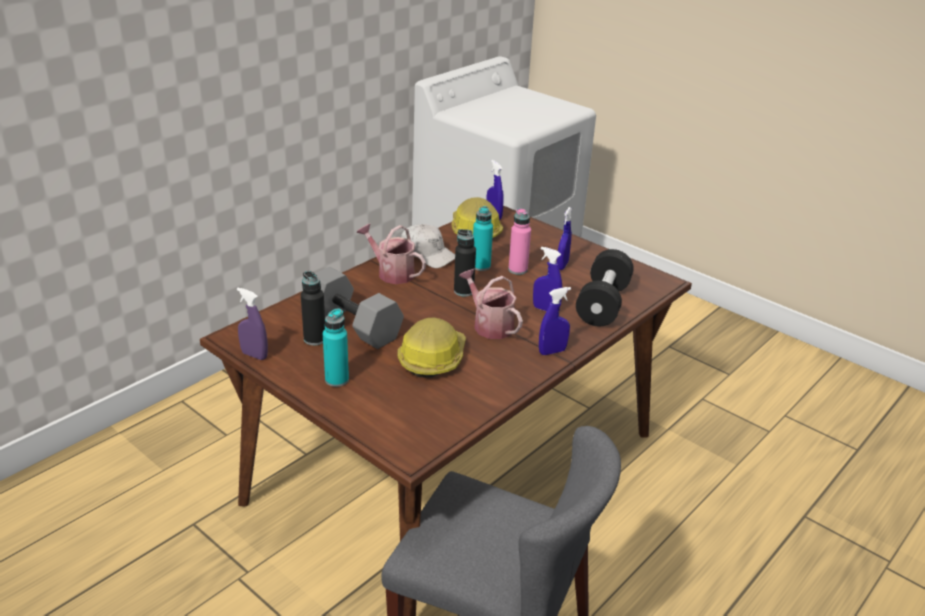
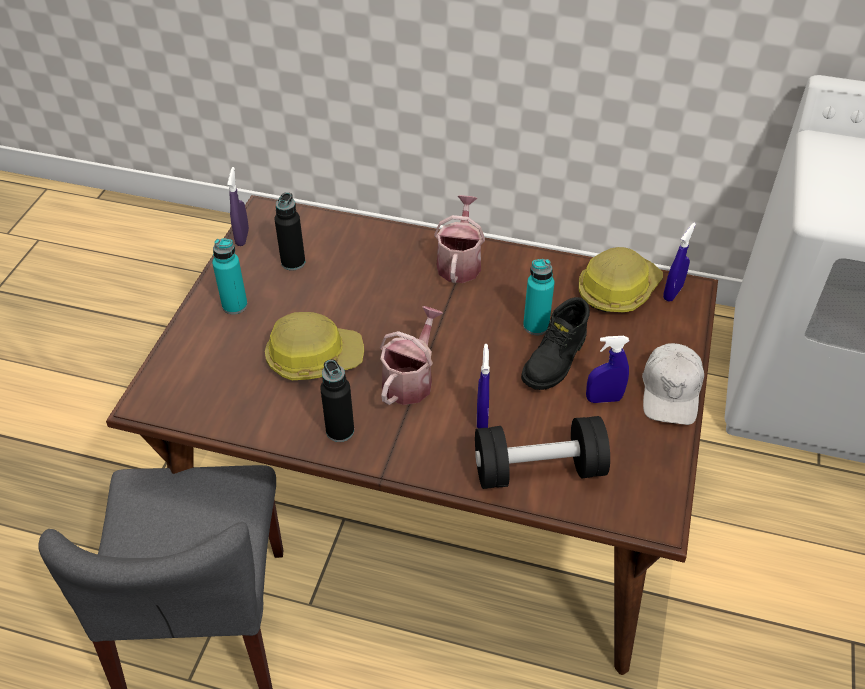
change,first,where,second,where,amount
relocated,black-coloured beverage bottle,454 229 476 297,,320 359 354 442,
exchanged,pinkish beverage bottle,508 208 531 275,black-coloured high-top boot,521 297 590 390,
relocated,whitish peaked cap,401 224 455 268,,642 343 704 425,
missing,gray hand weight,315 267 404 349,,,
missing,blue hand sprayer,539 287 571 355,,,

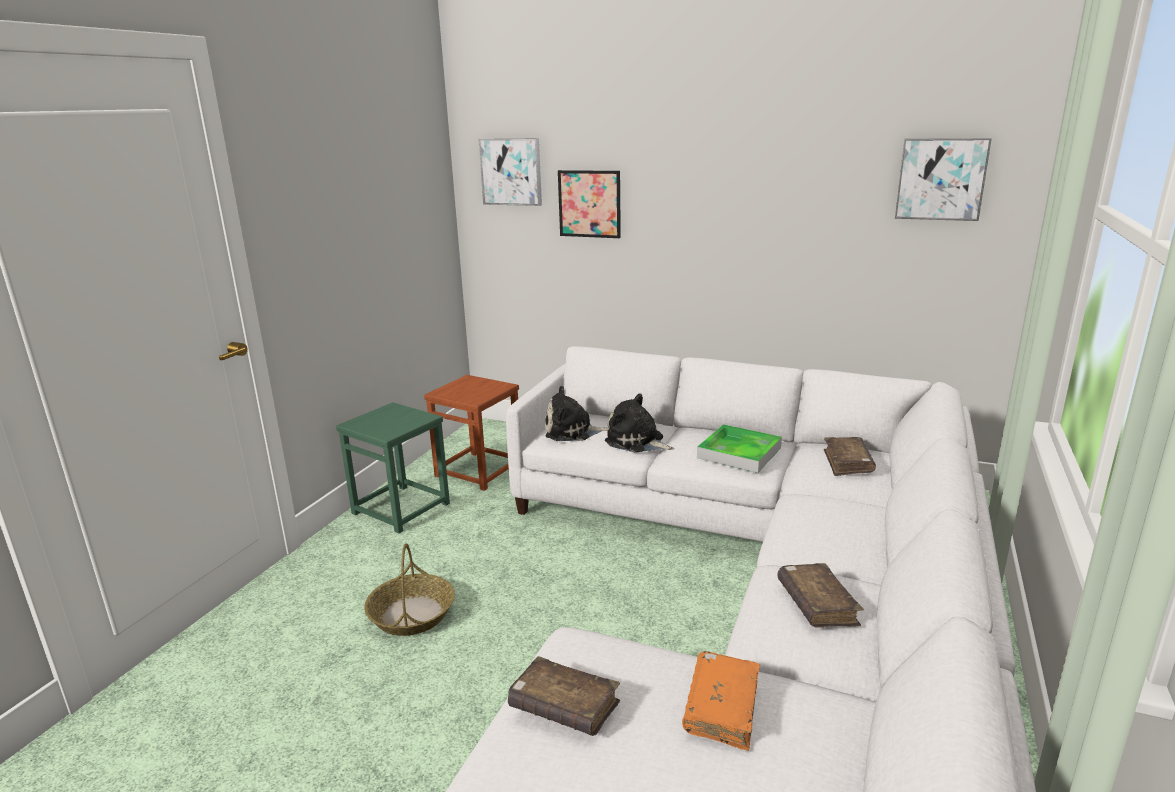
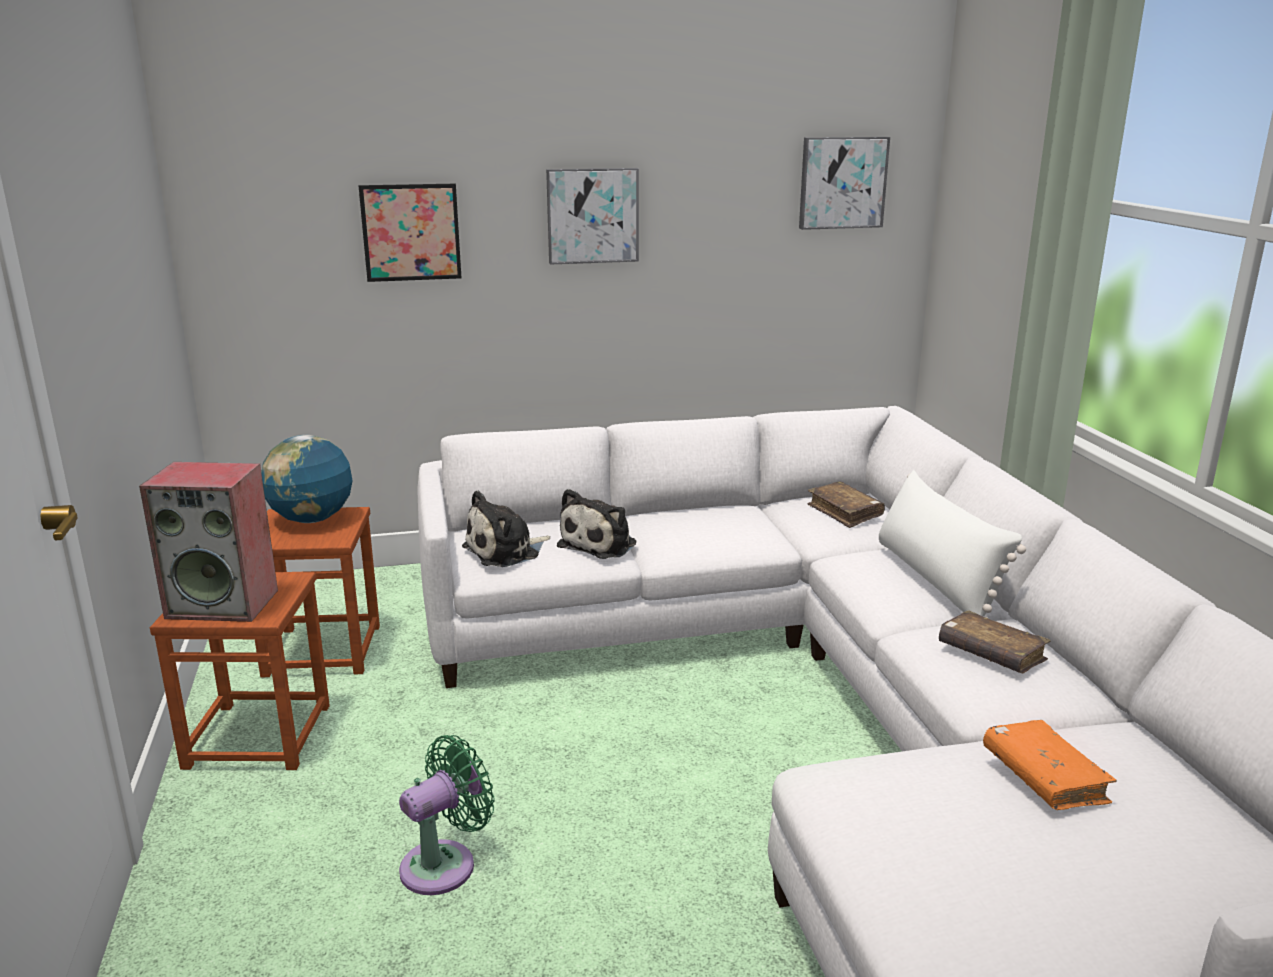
change,first,where,second,where,amount
appeared,,,speaker,139 462 278 622,
colour,green stool,336 402 450 533,brown stool,150 572 330 770,
appeared,,,globe,261 435 353 523,
exchanged,storage basket,364 543 455 636,green electric fan,399 735 495 895,
relocated,wall art,478 139 542 206,,546 168 639 265,
spun,plush toy,605 393 674 453,,557 489 636 559,60 degrees counterclockwise
appeared,,,whitish cushion,879 470 1026 618,
missing,brown bound book,508 656 620 736,,,
missing,serving tray,697 424 782 473,,,

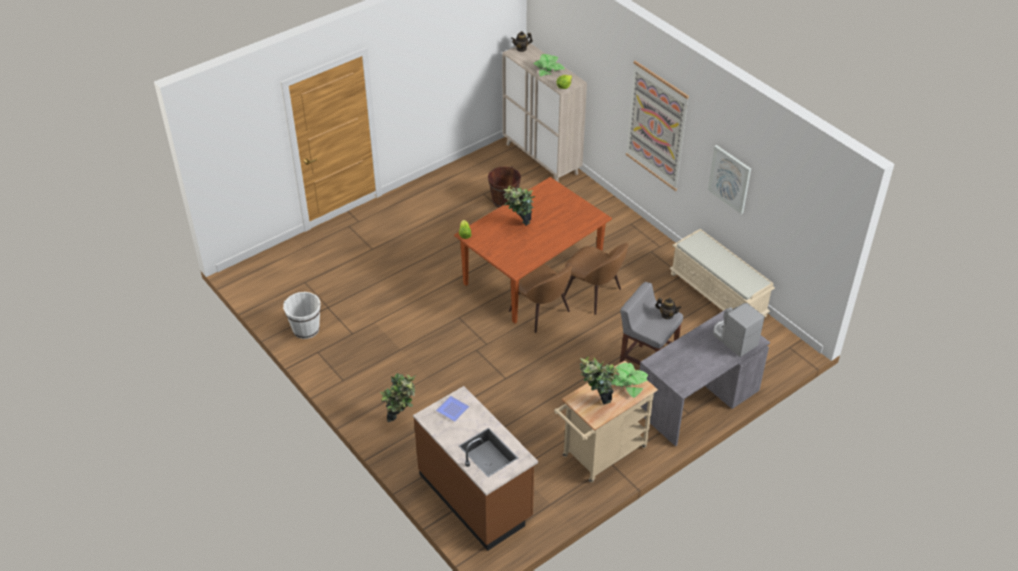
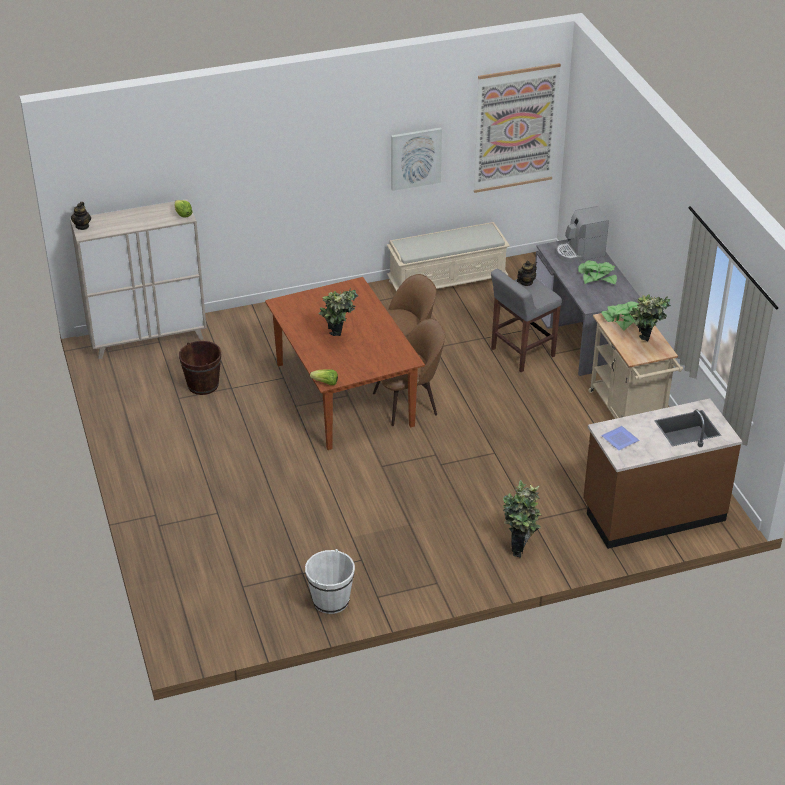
change,first,where,second,where,amount
relocated,wall art,626 61 689 191,,474 63 561 193,
relocated,houseplant,533 54 565 77,,578 260 617 284,

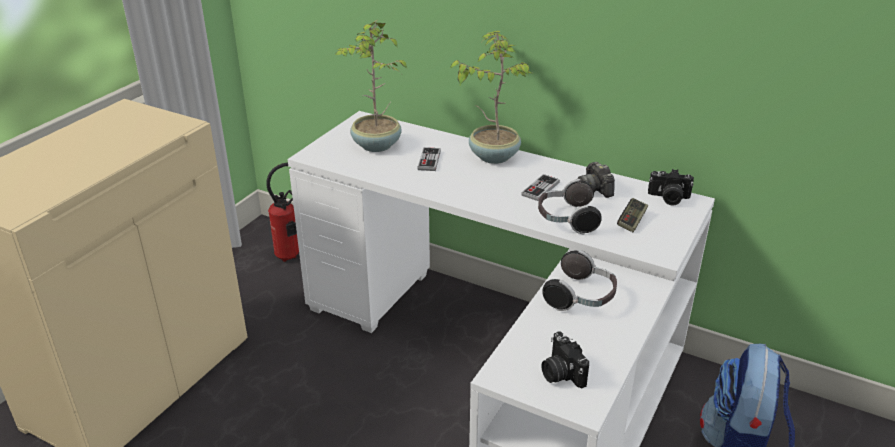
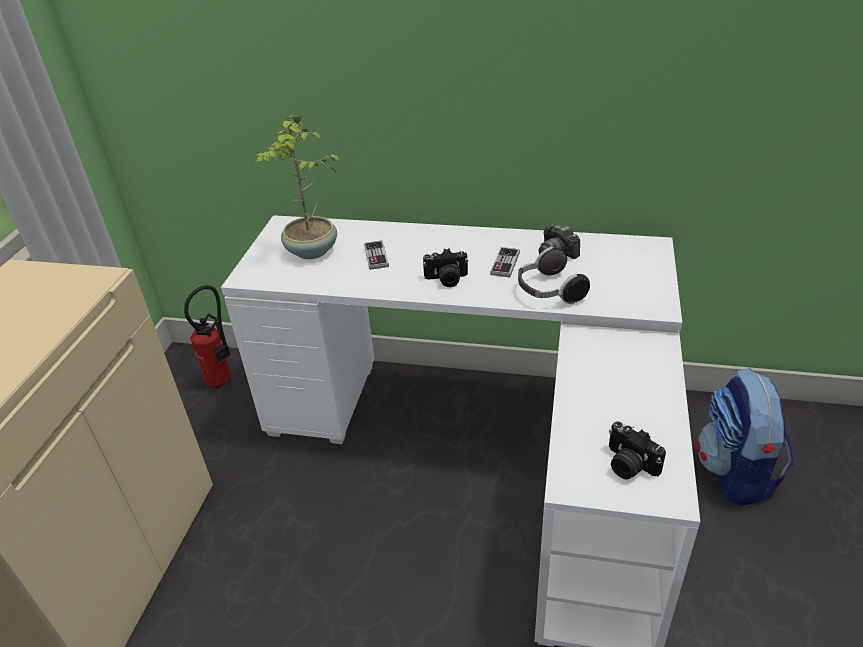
change,first,where,second,where,amount
relocated,photo camera,648 169 694 206,,423 248 468 287,
missing,houseplant,450 31 532 164,,,
missing,pair of headphones,542 250 617 311,,,
missing,joypad,617 198 648 232,,,

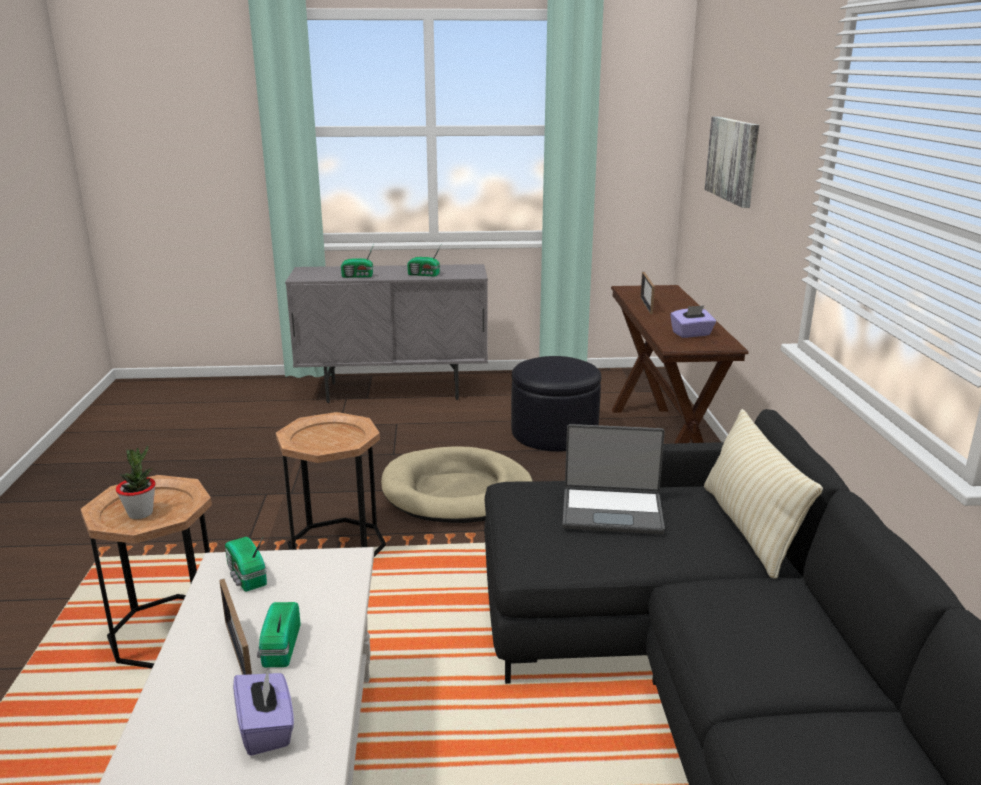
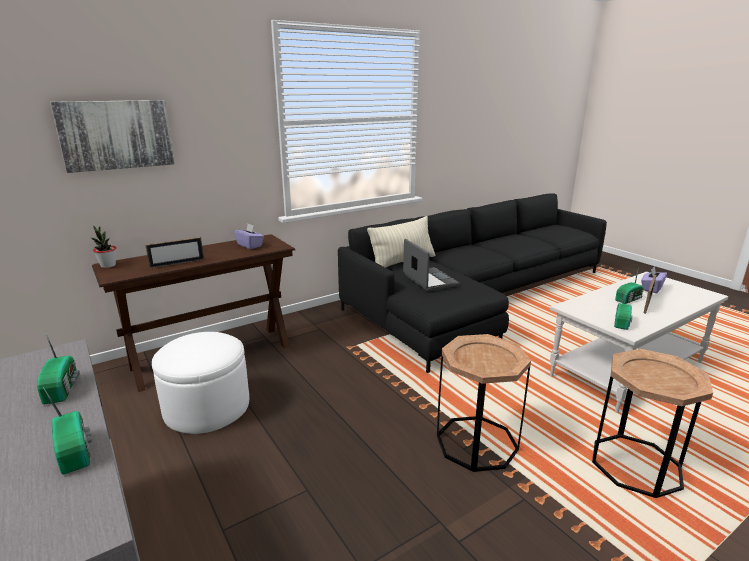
change,first,where,second,where,amount
relocated,houseplant,116 446 156 519,,91 226 117 268,
colour,black-coloured ottoman,511 356 601 451,whitish ottoman,152 332 249 434,
missing,sand-coloured dog bed,381 446 533 523,,,

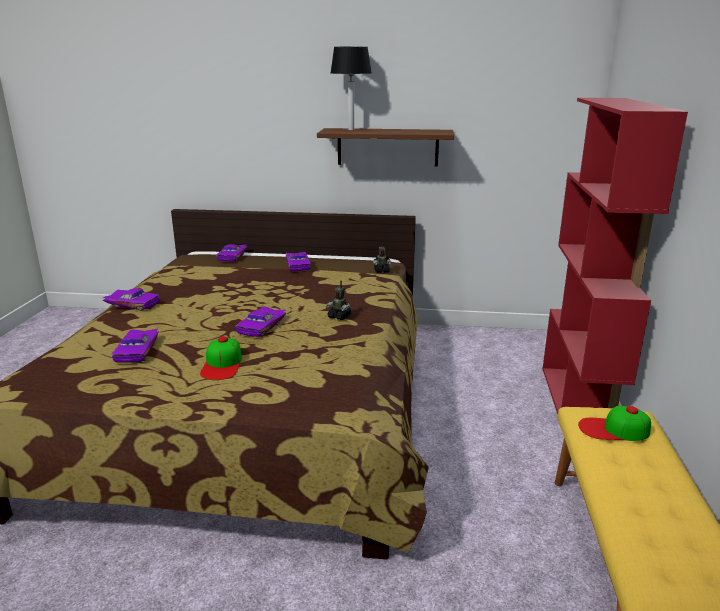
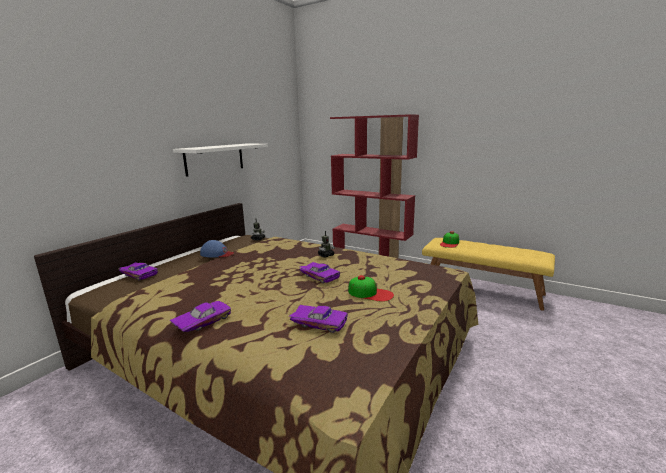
change,first,where,second,where,amount
colour,brown bracket shelf,317 128 454 167,whitish bracket shelf,173 144 268 177,
exchanged,purplish model car,286 252 311 271,blue peaked cap,200 240 234 258,
missing,tabletop lamp,331 47 371 130,,,

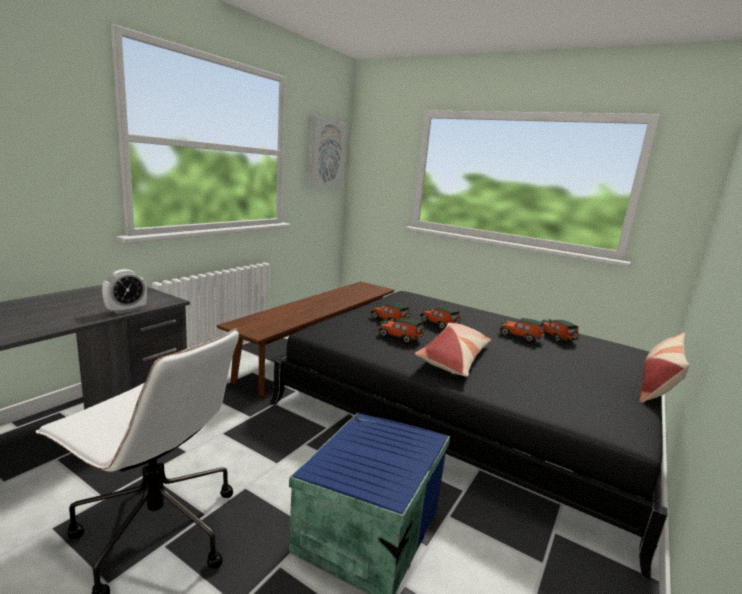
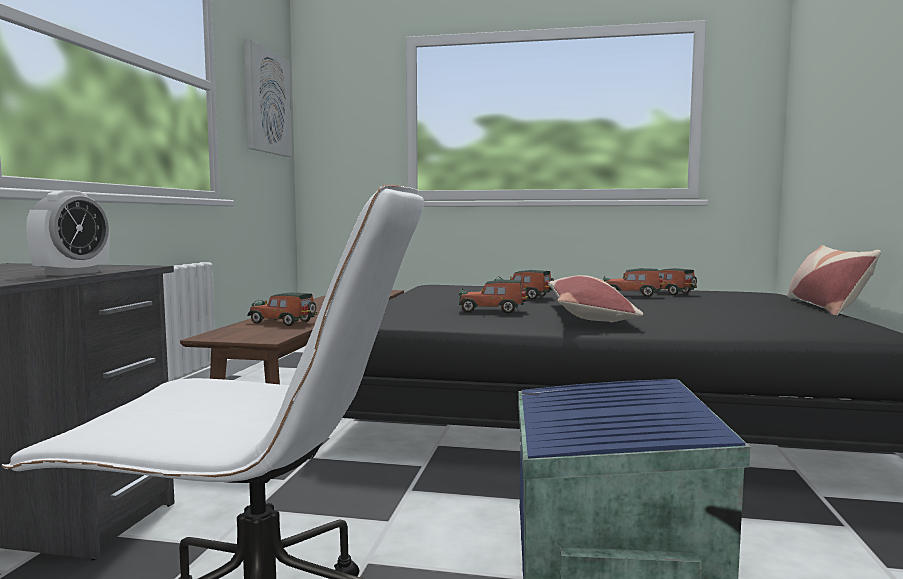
change,first,where,second,where,amount
relocated,model car,371 303 410 322,,247 292 317 326,

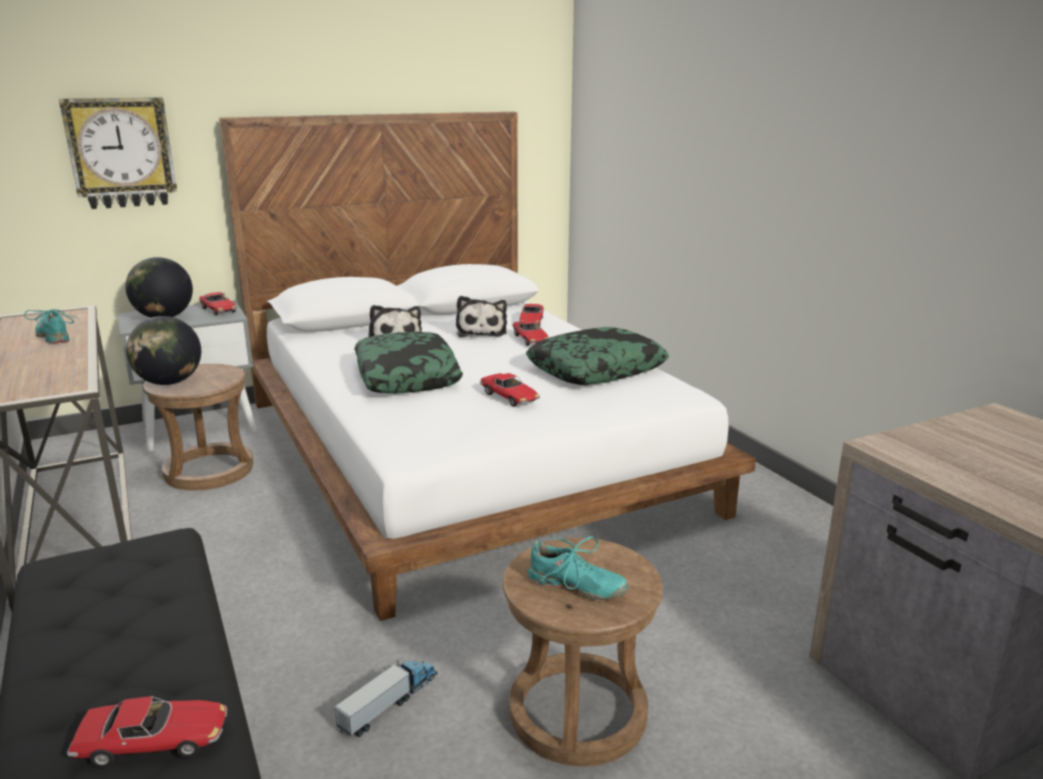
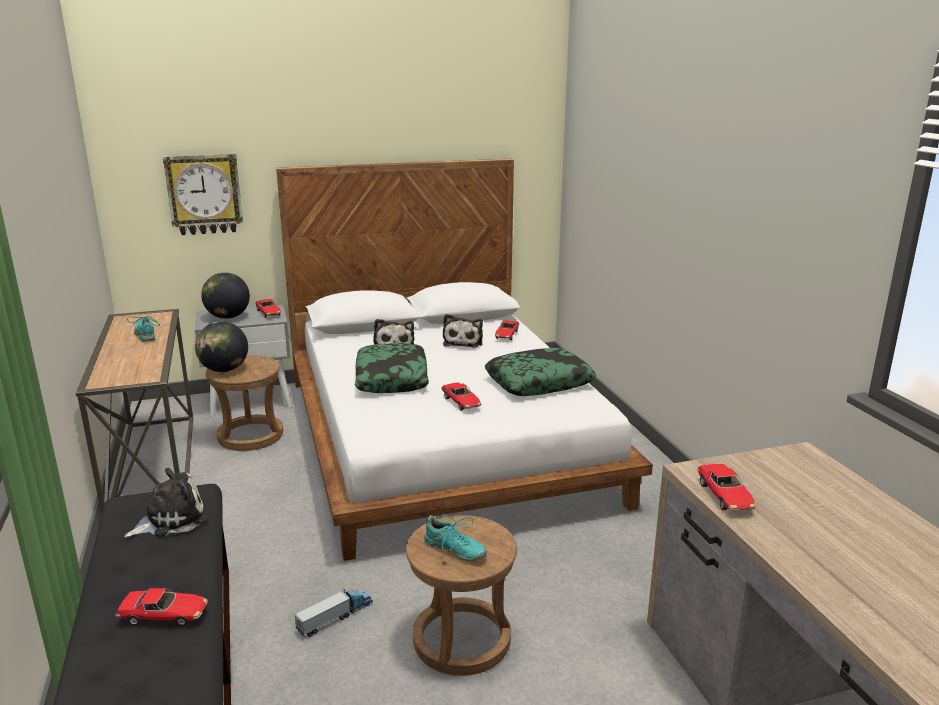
change,first,where,second,where,amount
appeared,,,plush toy,124 468 207 538,
relocated,model car,512 320 548 346,,697 464 756 511,

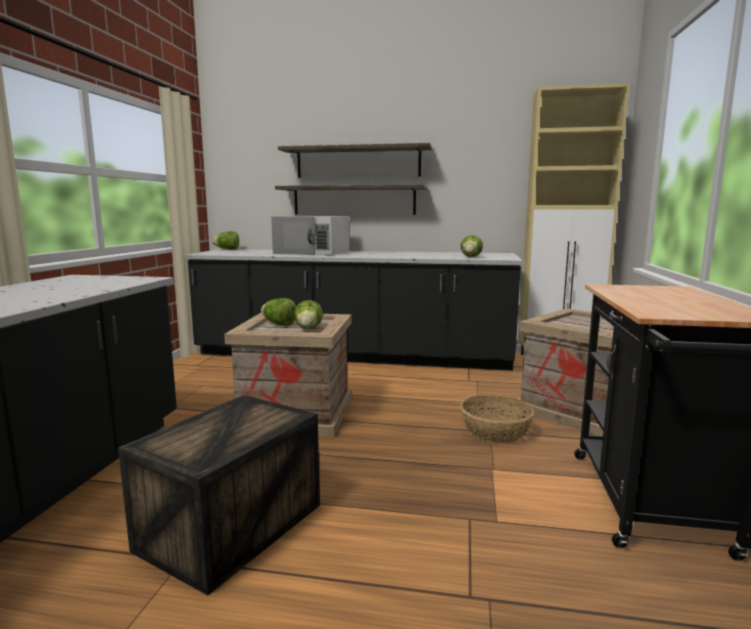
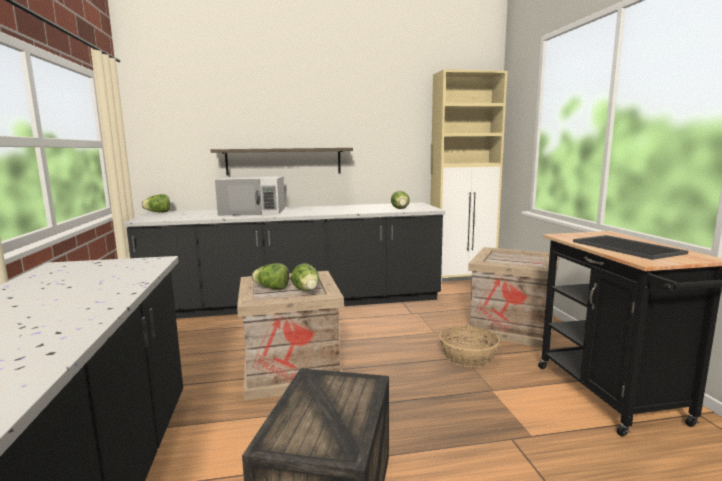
change,first,where,second,where,amount
appeared,,,serving tray,573 235 688 260,
missing,bracket shelf,278 143 432 178,,,

